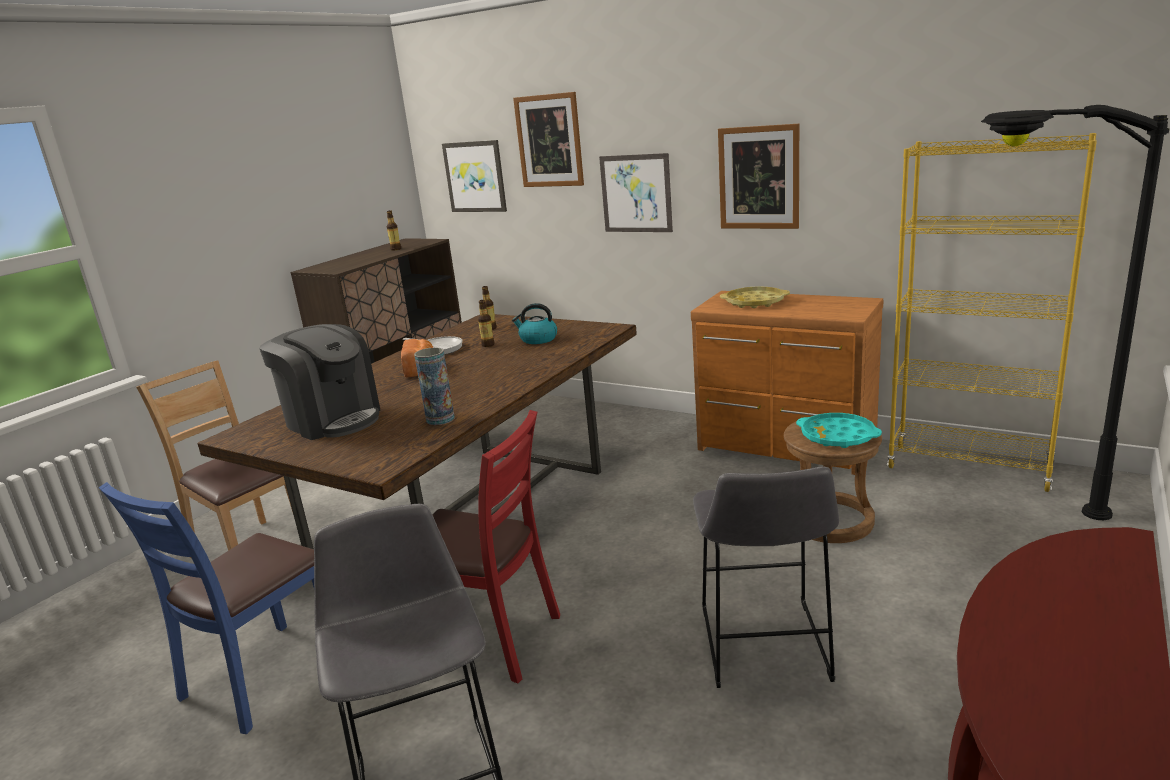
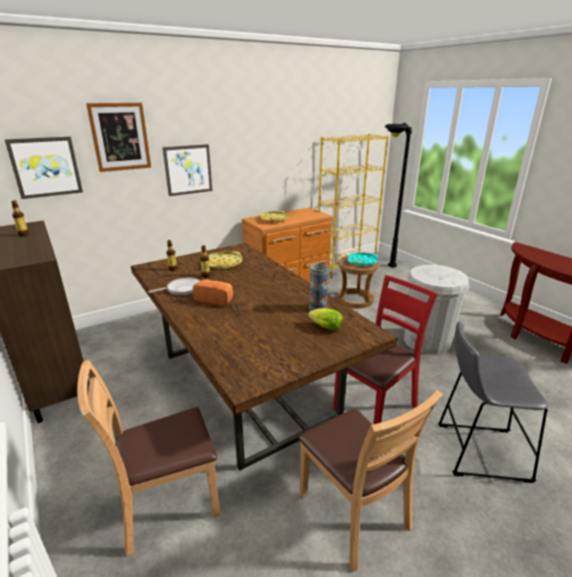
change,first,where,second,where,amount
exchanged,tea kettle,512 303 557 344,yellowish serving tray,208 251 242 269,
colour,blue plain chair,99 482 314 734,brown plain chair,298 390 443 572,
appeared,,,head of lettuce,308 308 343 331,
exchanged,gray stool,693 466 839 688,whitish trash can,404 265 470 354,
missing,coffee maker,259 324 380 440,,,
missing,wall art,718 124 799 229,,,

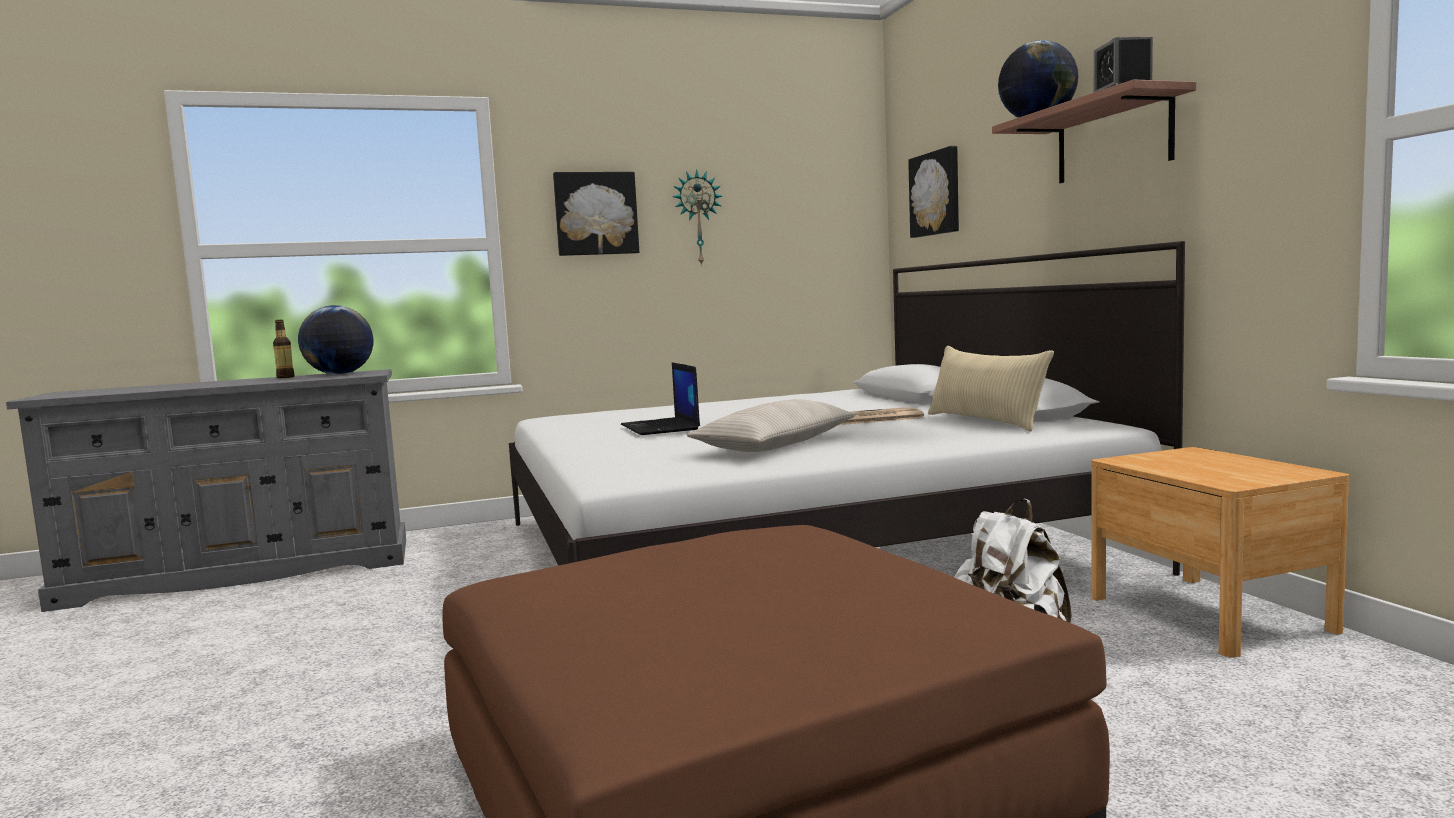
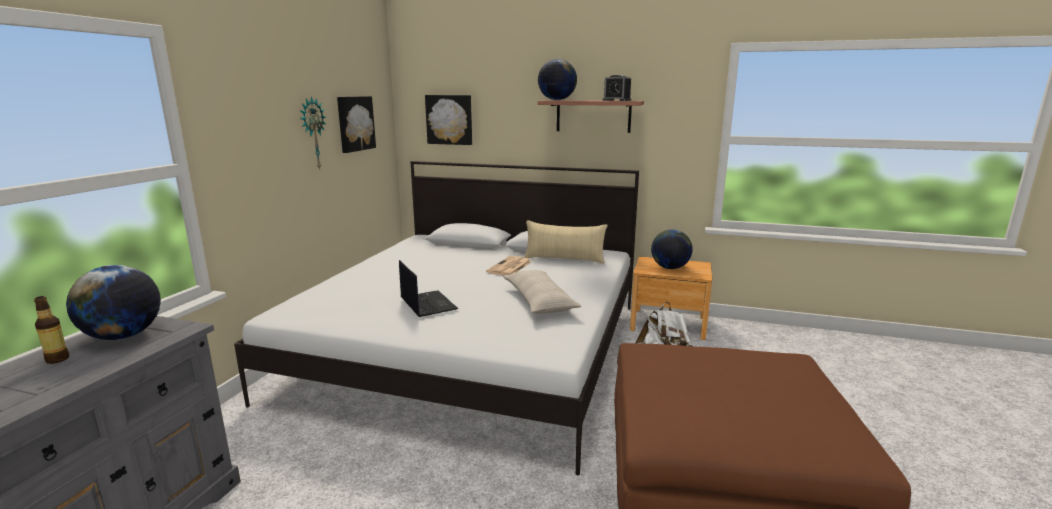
change,first,where,second,where,amount
relocated,wall art,553 172 639 256,,337 96 376 153,
spun,portable computer,621 362 700 435,,399 260 458 317,135 degrees counterclockwise
appeared,,,globe,651 229 693 269,

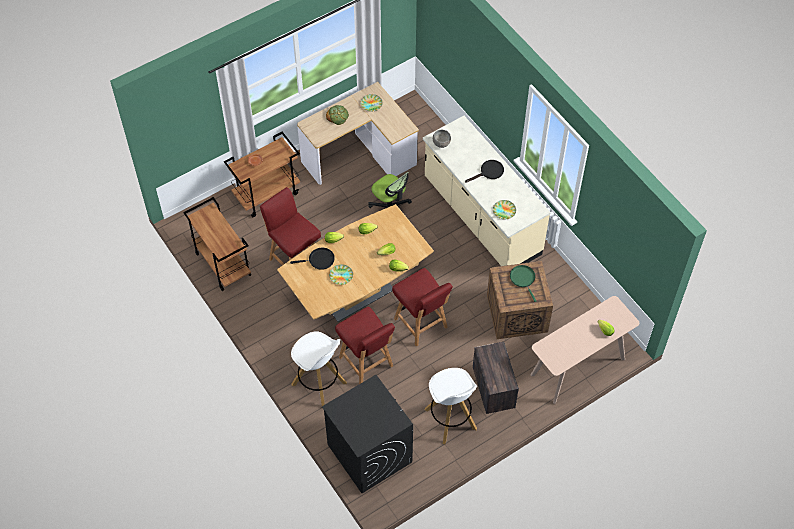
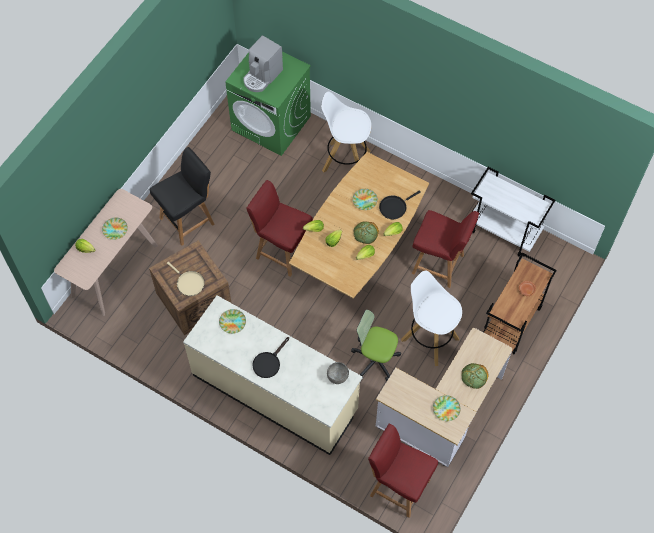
change,first,where,second,where,amount
appeared,,,flat dish,102 217 128 240,
exchanged,packing crate,473 342 519 414,black-coloured plain chair,150 147 215 246,
colour,green pan,510 265 536 302,sand-coloured pan,167 262 205 296,
colour,black-coloured laundry machine,322 375 413 493,green laundry machine,225 51 311 156,
appeared,,,coffee maker,243 35 283 92,
appeared,,,baked bread,354 221 379 244,
relocated,red-coloured plain chair,335 307 395 384,,368 424 438 518,
relocated,whitish stool,425 368 477 444,,401 271 462 366,
colour,brown wheeled cart,183 197 251 291,whitish wheeled cart,471 167 555 257,

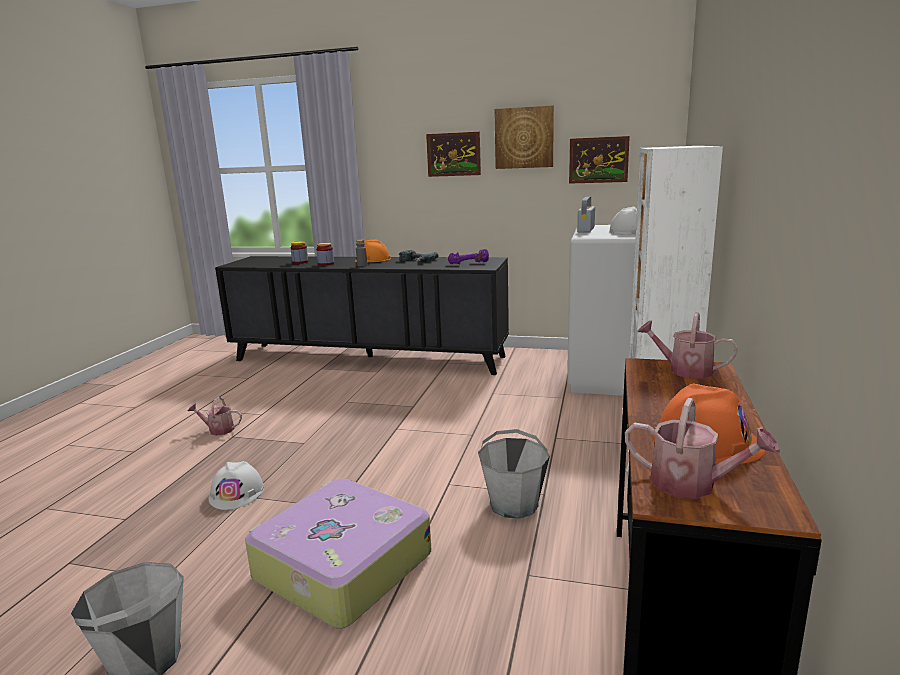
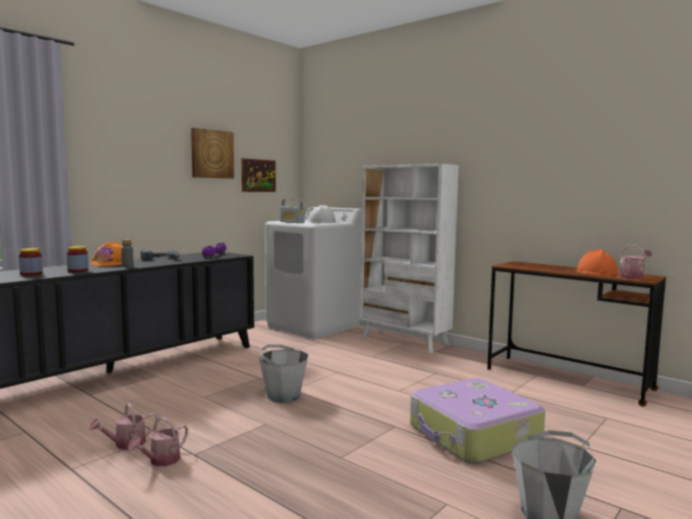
change,first,where,second,where,amount
relocated,sprinkling can,637 313 738 379,,89 403 158 450,
relocated,gray bucket,478 429 550 519,,259 344 308 402,
missing,whitish hard hat,208 461 264 510,,,
missing,wall art,426 132 481 177,,,

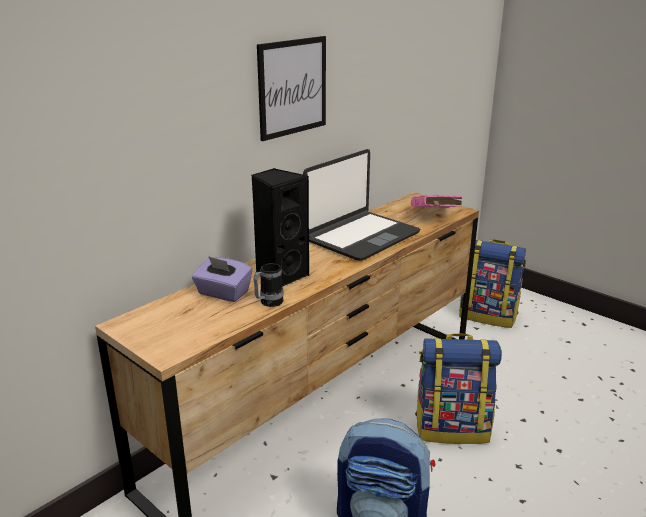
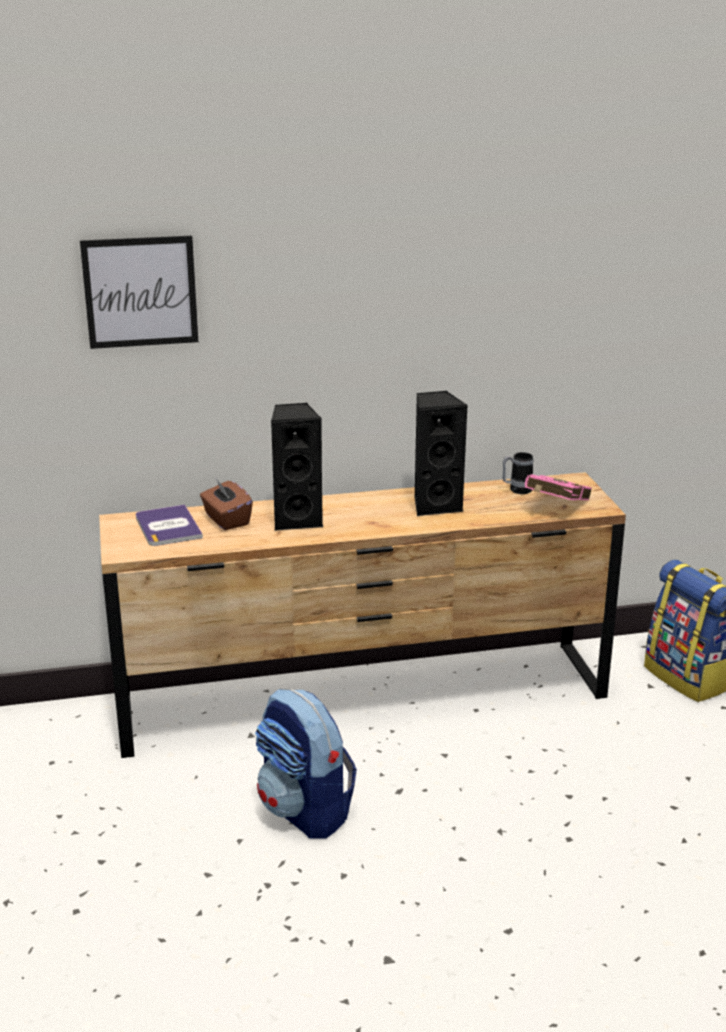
change,first,where,second,where,amount
relocated,wall art,257 36 326 141,,80 235 198 349,
appeared,,,bound book,136 504 203 546,
colour,purplish tissue box,192 256 253 302,brown tissue box,200 479 253 530,
exchanged,portable computer,303 149 420 261,black-coloured speaker,414 391 468 516,
relocated,coffee mug,253 263 284 307,,503 452 533 494,
missing,backpack,415 333 502 444,,,

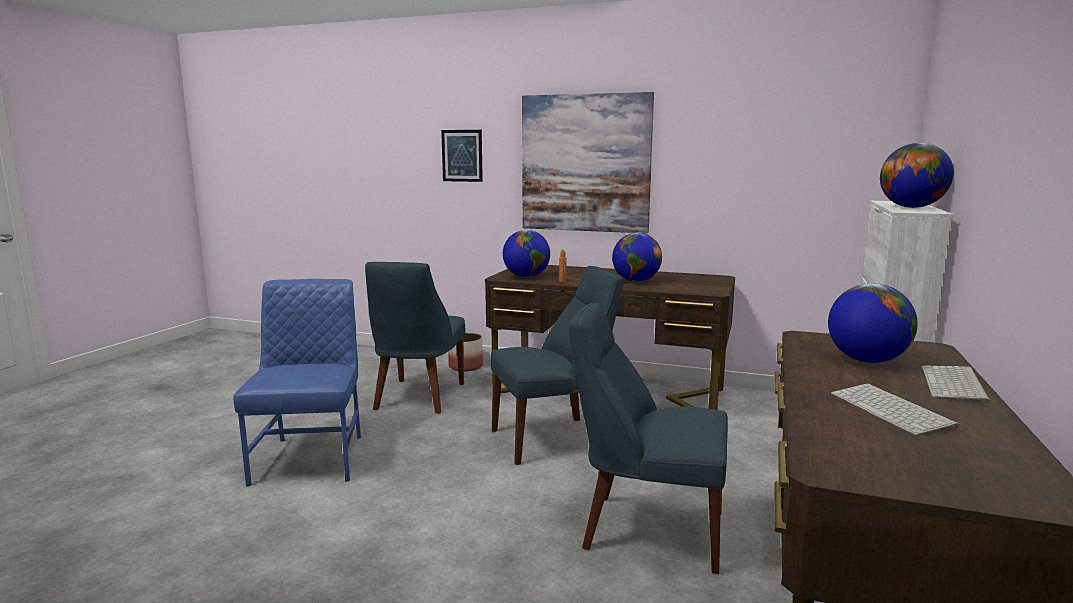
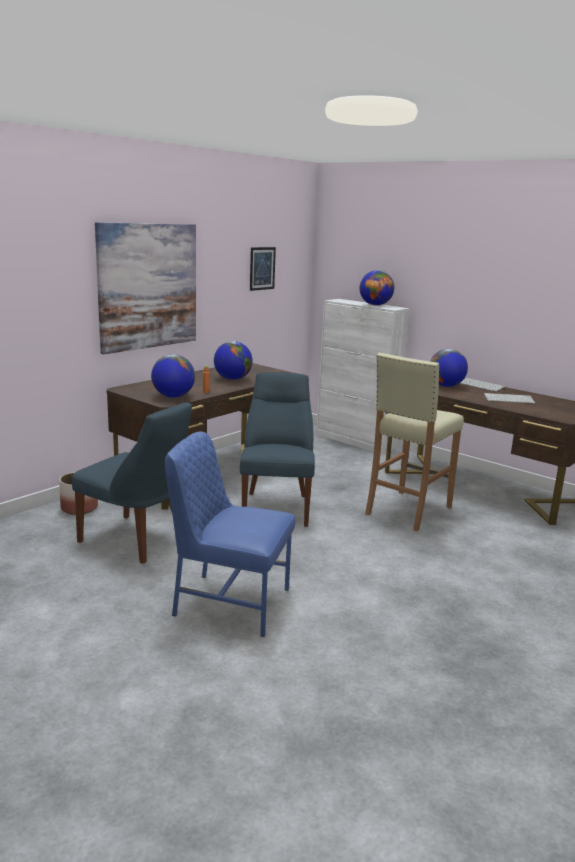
change,first,where,second,where,amount
relocated,wall art,441 130 483 182,,250 247 276 291,
exchanged,blue plain chair,569 302 728 574,sand-coloured stool,365 353 464 531,

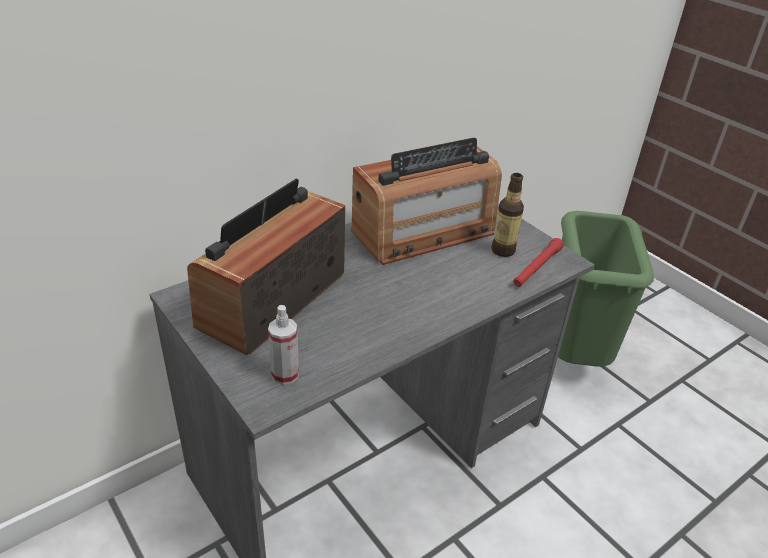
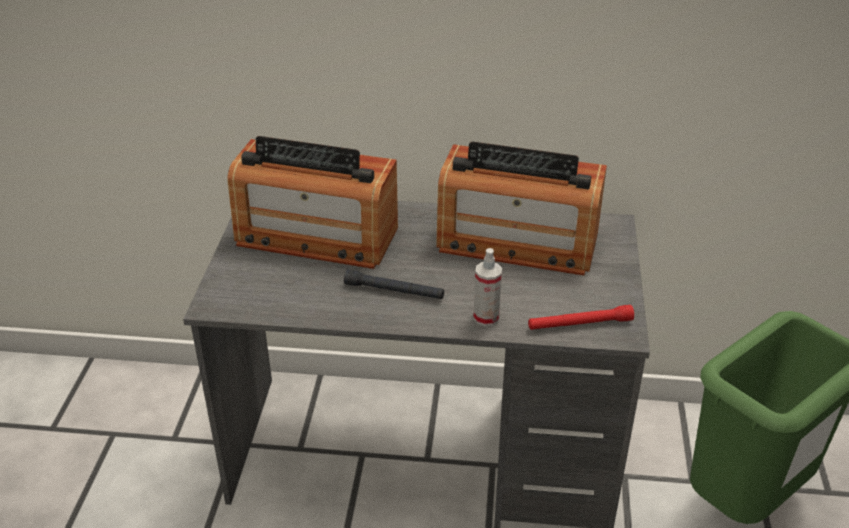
change,first,where,second,where,amount
spun,radio set,187 179 346 355,,227 136 398 269,150 degrees counterclockwise
appeared,,,black-coloured torch,344 269 444 299,
relocated,hand sprayer,268 305 299 385,,473 248 502 326,
missing,beverage bottle,491 173 524 257,,,

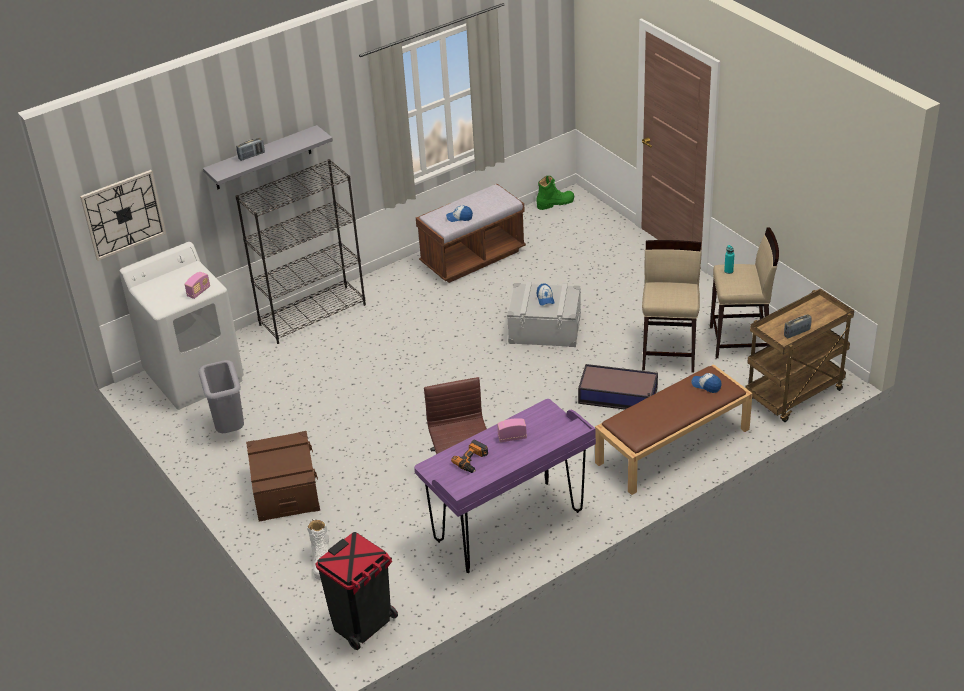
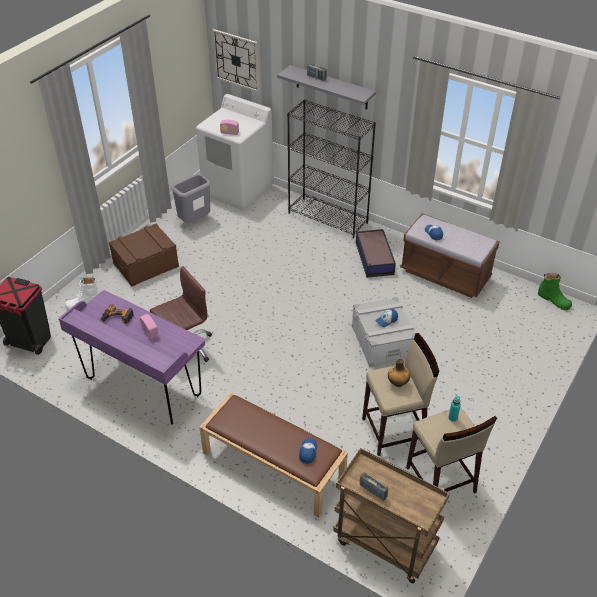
change,first,where,second,where,amount
relocated,storage bin,578 364 658 410,,356 229 396 278,
appeared,,,beverage bottle,388 358 410 387,

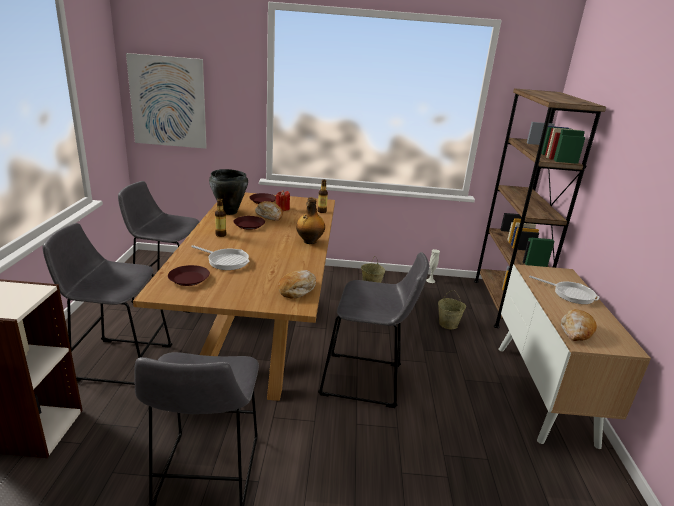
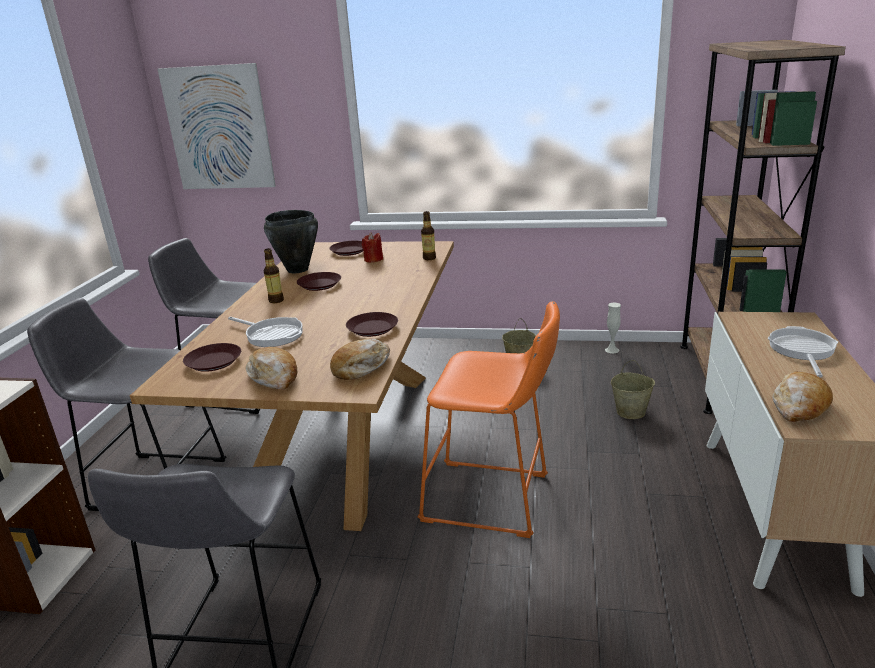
change,first,where,second,where,amount
relocated,baked bread,255 201 283 221,,245 347 297 390,
appeared,,,brown flat dish,346 312 398 337,
colour,gray stool,318 252 429 408,orangey stool,418 301 560 538,
spun,pan,529 276 599 304,,768 326 838 377,120 degrees counterclockwise
missing,beverage bottle,296 197 325 244,,,

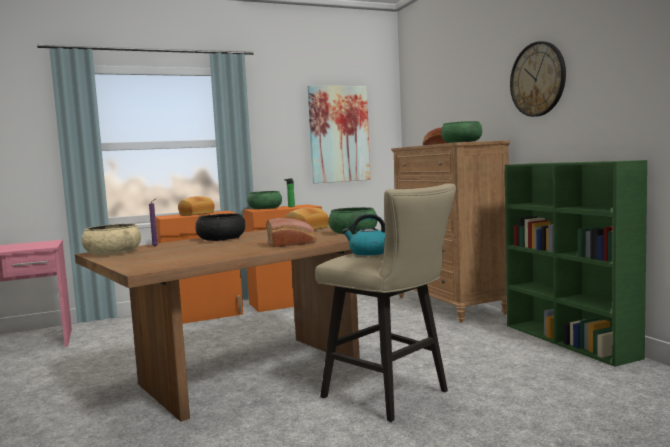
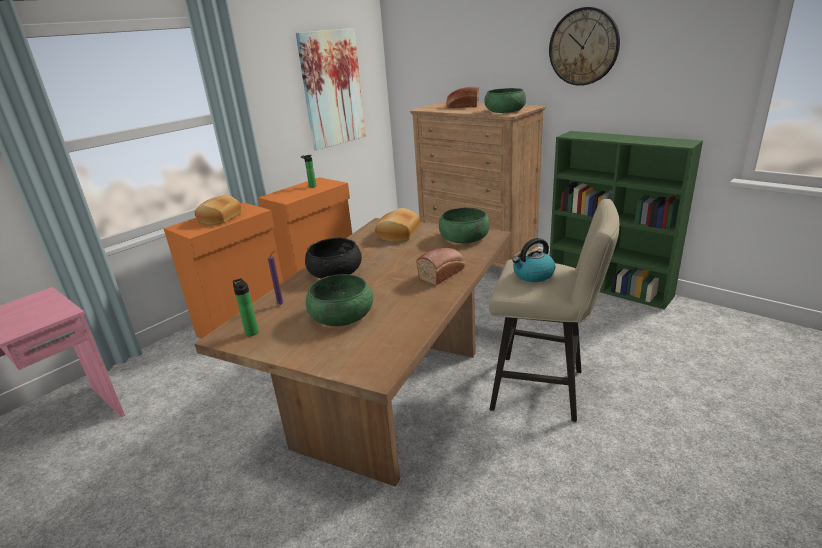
change,first,where,second,where,amount
exchanged,sand-coloured bowl,82 224 141 255,beverage bottle,233 278 259 336,
relocated,green bowl,247 191 282 209,,306 274 373 326,

